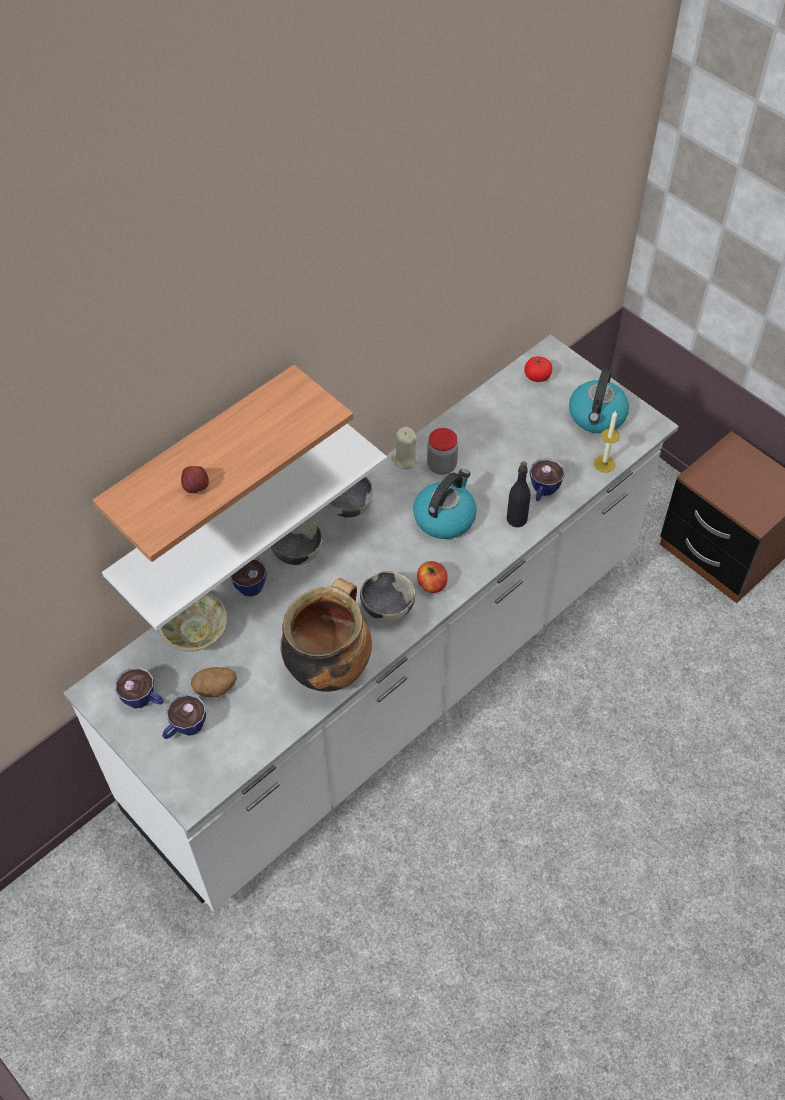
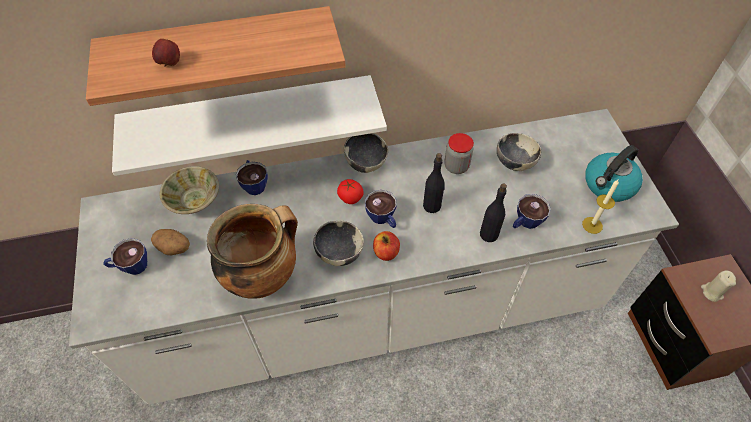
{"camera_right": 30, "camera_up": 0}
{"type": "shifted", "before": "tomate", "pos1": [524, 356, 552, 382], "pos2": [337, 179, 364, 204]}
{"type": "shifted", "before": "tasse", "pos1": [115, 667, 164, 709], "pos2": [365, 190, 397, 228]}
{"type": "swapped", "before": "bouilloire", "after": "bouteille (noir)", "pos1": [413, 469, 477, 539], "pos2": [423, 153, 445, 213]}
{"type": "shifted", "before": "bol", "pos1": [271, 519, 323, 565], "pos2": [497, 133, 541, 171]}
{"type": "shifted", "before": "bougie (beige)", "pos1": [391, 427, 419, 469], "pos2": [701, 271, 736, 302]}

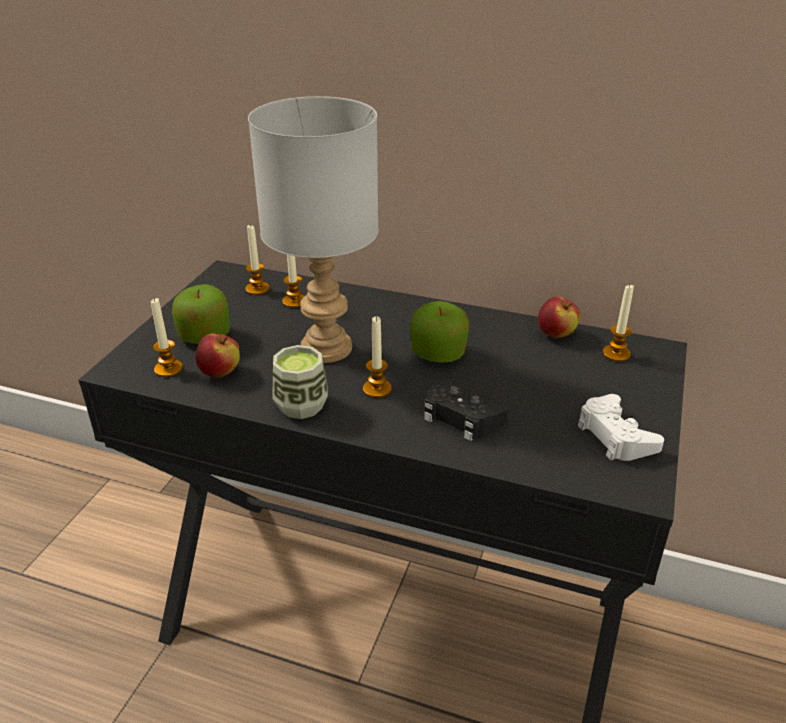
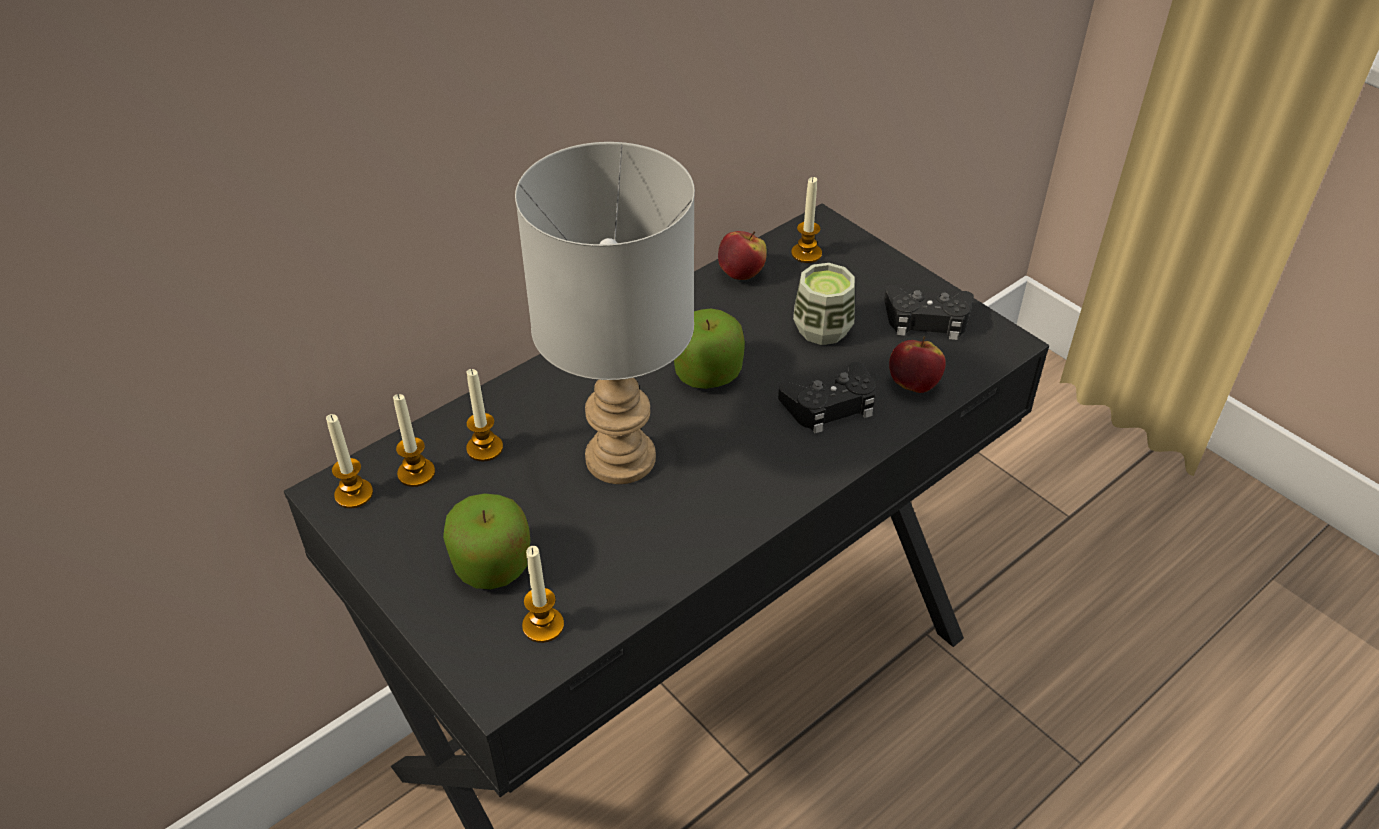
{"camera_right": -60, "camera_up": 10}
{"type": "shifted", "before": "bougie", "pos1": [363, 316, 392, 398], "pos2": [326, 414, 373, 508]}
{"type": "shifted", "before": "tasse", "pos1": [273, 345, 328, 419], "pos2": [793, 263, 855, 345]}
{"type": "repainted", "before": "manette (blanc)", "after": "manette (noir)", "pos1": [577, 394, 664, 461], "pos2": [884, 285, 974, 340]}
{"type": "shifted", "before": "pomme", "pos1": [195, 333, 240, 378], "pos2": [889, 336, 946, 393]}

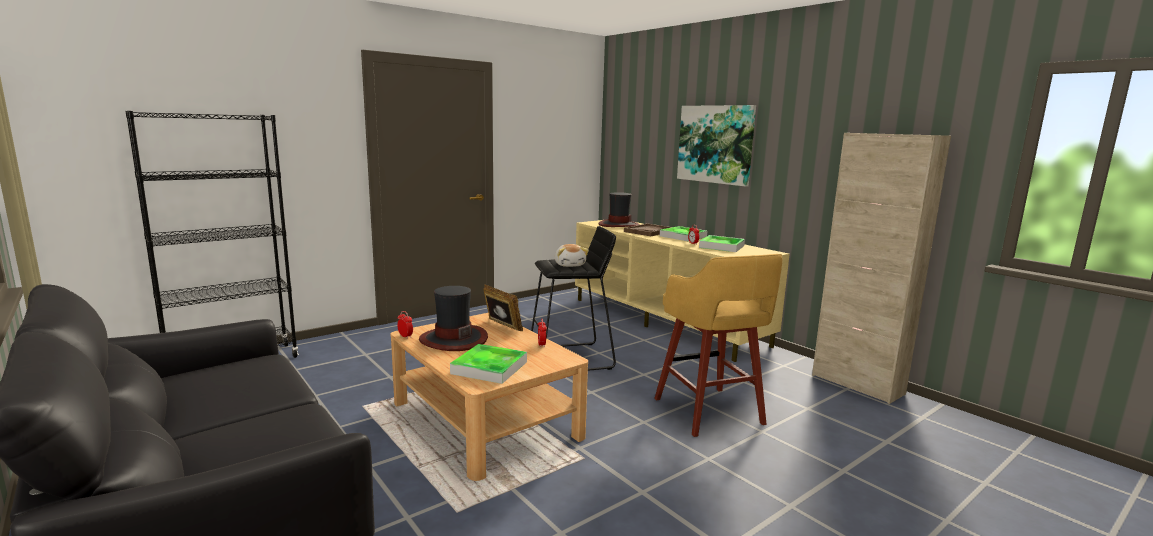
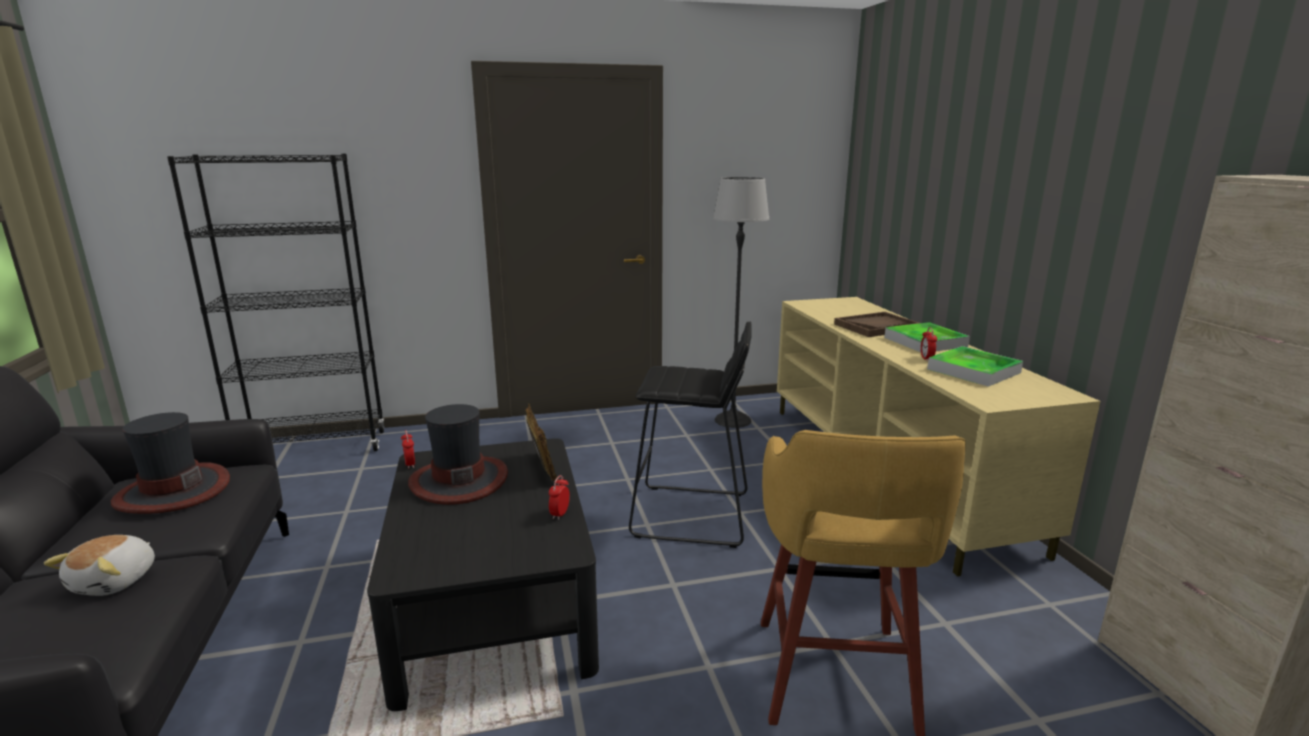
{"camera_right": 25, "camera_up": 5}
{"type": "shifted", "before": "peluche", "pos1": [555, 244, 589, 267], "pos2": [44, 535, 155, 596]}
{"type": "shifted", "before": "chapeau", "pos1": [599, 192, 640, 227], "pos2": [111, 412, 230, 514]}
{"type": "repainted", "before": "table basse (beige)", "after": "table basse (noir)", "pos1": [391, 313, 588, 481], "pos2": [367, 438, 599, 711]}
{"type": "new", "after": "lampadaire", "pos2": [713, 177, 769, 428]}
{"type": "gone", "before": "plateau", "pos1": [450, 344, 527, 384]}
{"type": "gone", "before": "tableau", "pos1": [677, 105, 756, 187]}

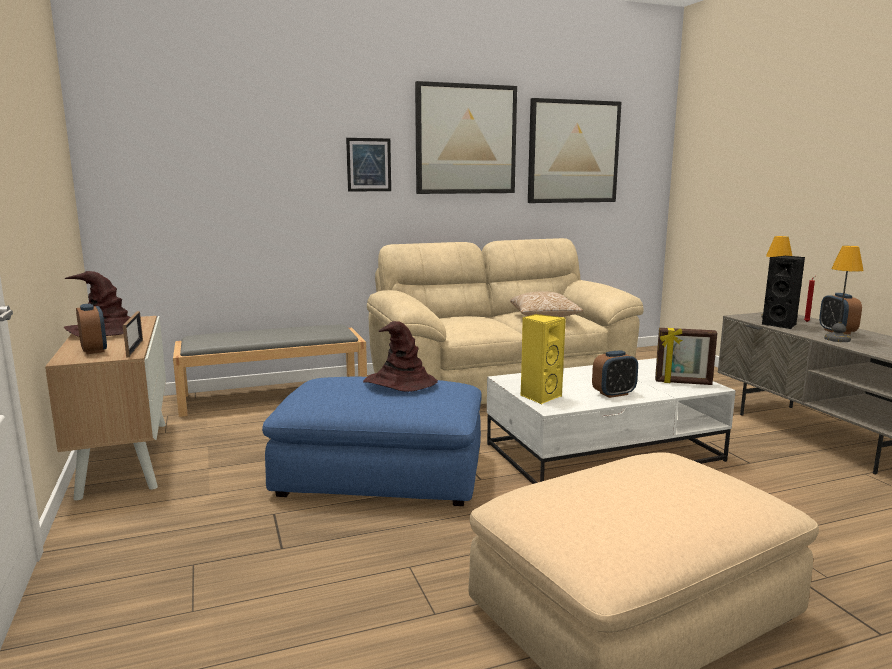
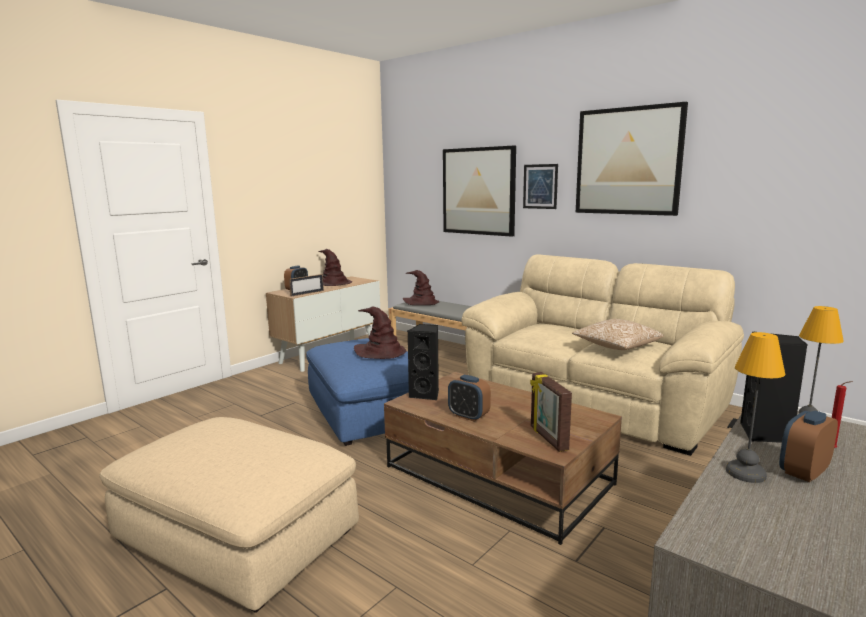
{"camera_right": 60, "camera_up": 0}
{"type": "repainted", "before": "table basse (blanc)", "after": "table basse (marron)", "pos1": [487, 358, 736, 484], "pos2": [384, 372, 622, 545]}
{"type": "new", "after": "chapeau (marron)", "pos2": [403, 270, 440, 305]}
{"type": "repainted", "before": "enceinte (jaune)", "after": "enceinte (noir)", "pos1": [521, 314, 566, 404], "pos2": [407, 324, 439, 400]}
{"type": "shifted", "before": "tableau", "pos1": [528, 98, 622, 203], "pos2": [443, 146, 516, 237]}

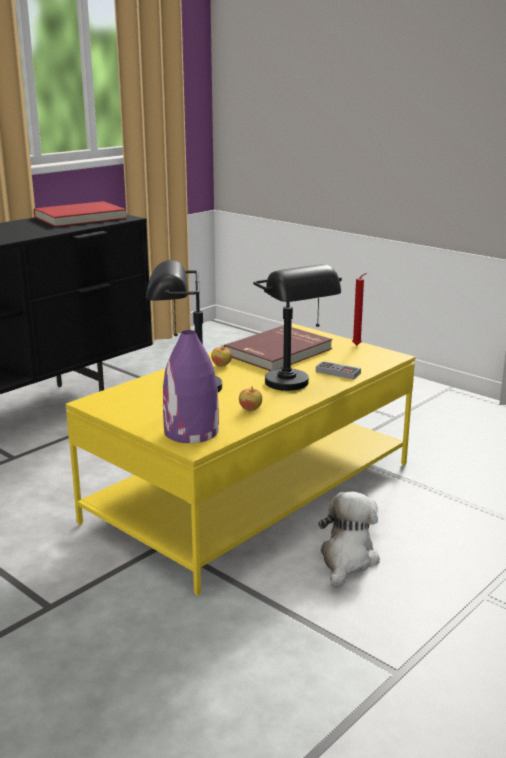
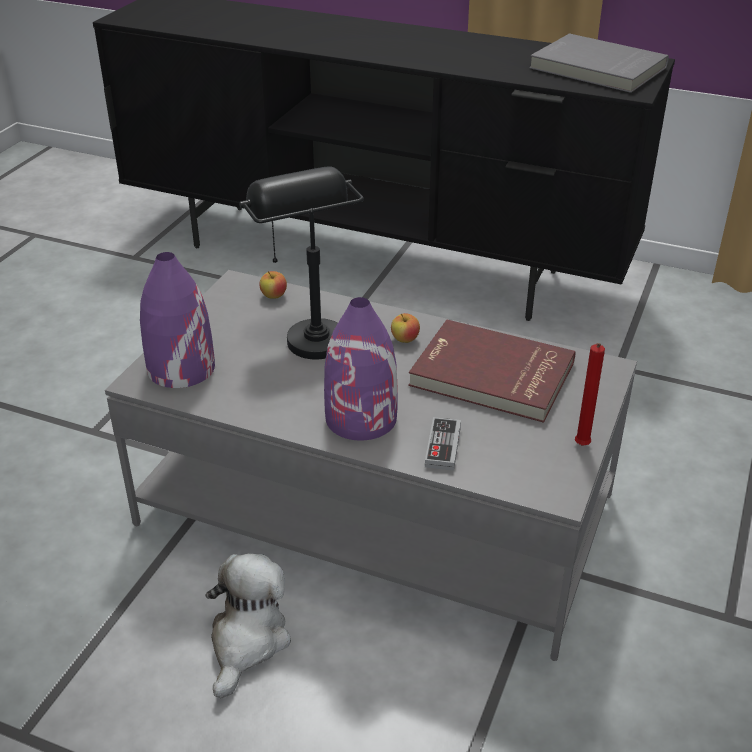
{"camera_right": 70, "camera_up": 15}
{"type": "repainted", "before": "table basse (jaune)", "after": "table basse (gris)", "pos1": [66, 323, 415, 596], "pos2": [105, 270, 637, 661]}
{"type": "rotated", "before": "peluche", "pos1": [318, 492, 380, 588], "pos2": [205, 554, 291, 698], "turn": -75}
{"type": "shifted", "before": "pomme", "pos1": [239, 387, 262, 411], "pos2": [259, 271, 287, 299]}
{"type": "swapped", "before": "lampe de table (noir)", "after": "vase (violet)", "pos1": [253, 264, 342, 391], "pos2": [324, 297, 398, 441]}
{"type": "repainted", "before": "livre (rouge)", "after": "livre (gris)", "pos1": [34, 201, 127, 227], "pos2": [530, 33, 669, 93]}

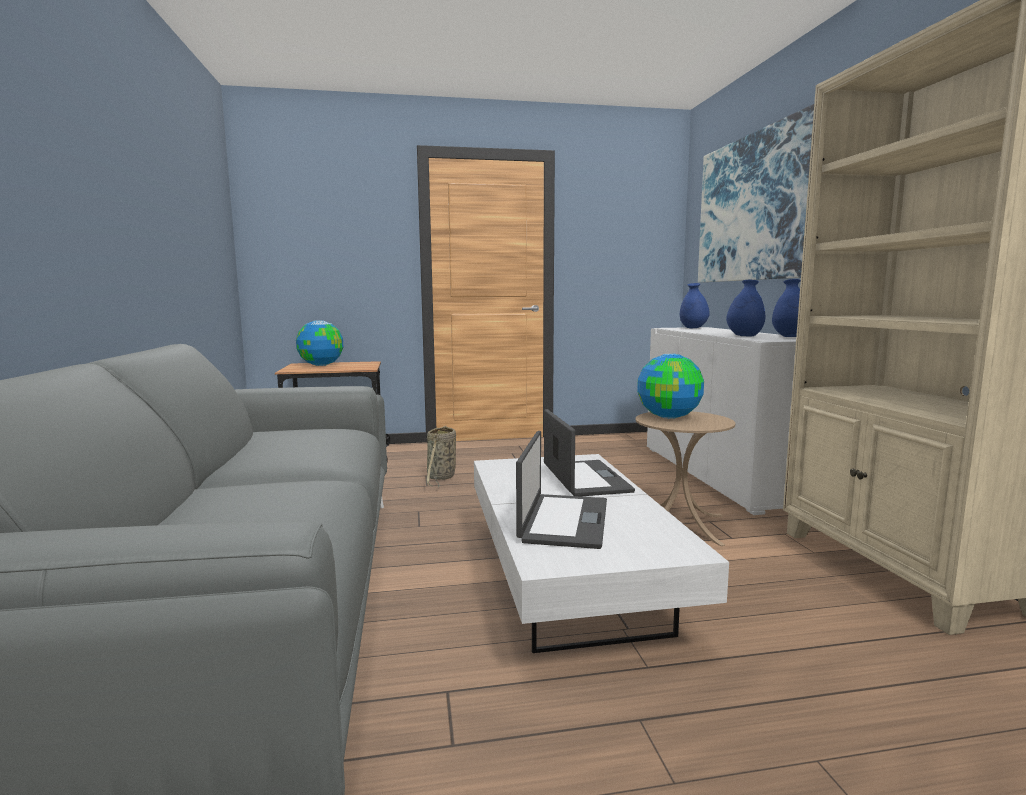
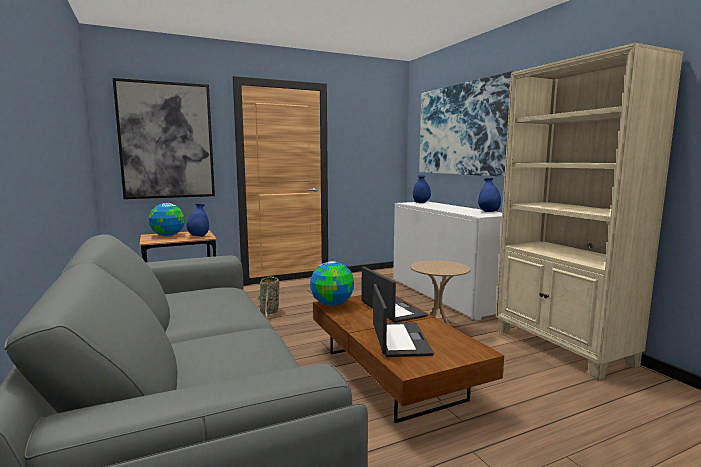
{"camera_right": -15, "camera_up": 0}
{"type": "new", "after": "tableau", "pos2": [113, 78, 215, 199]}
{"type": "shifted", "before": "vase (bleu)", "pos1": [726, 280, 765, 337], "pos2": [186, 204, 209, 237]}
{"type": "shifted", "before": "globe", "pos1": [637, 354, 704, 419], "pos2": [310, 261, 354, 306]}
{"type": "repainted", "before": "table basse (blanc)", "after": "table basse (marron)", "pos1": [474, 454, 729, 653], "pos2": [313, 295, 504, 423]}

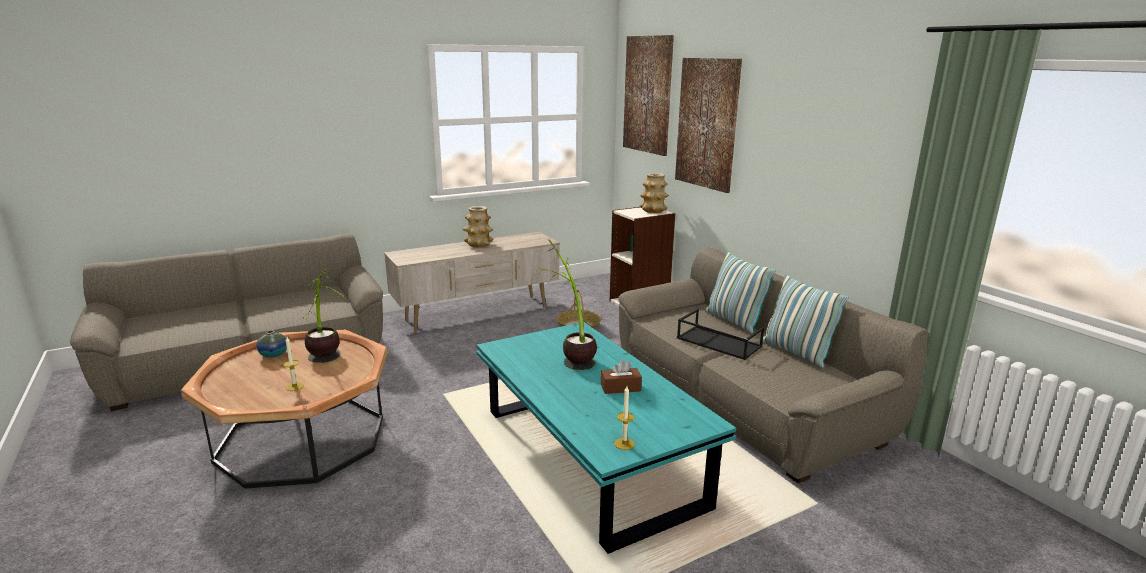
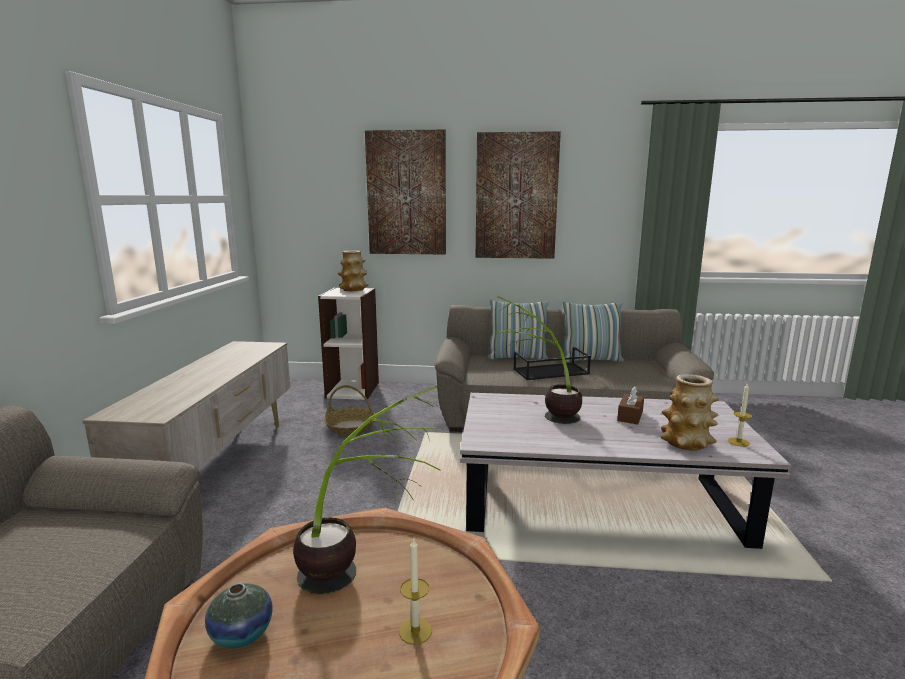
{"camera_right": -55, "camera_up": -5}
{"type": "repainted", "before": "table basse (turquoise)", "after": "table basse (blanc)", "pos1": [476, 322, 736, 554], "pos2": [460, 393, 792, 549]}
{"type": "shifted", "before": "tableau", "pos1": [623, 35, 674, 156], "pos2": [476, 131, 561, 259]}
{"type": "shifted", "before": "vase", "pos1": [463, 206, 493, 247], "pos2": [660, 374, 719, 451]}

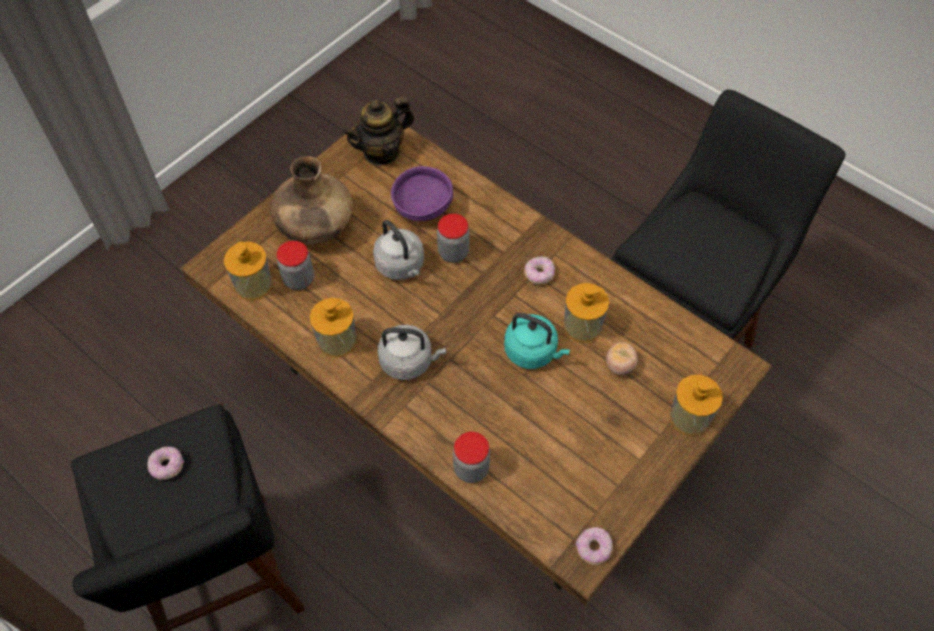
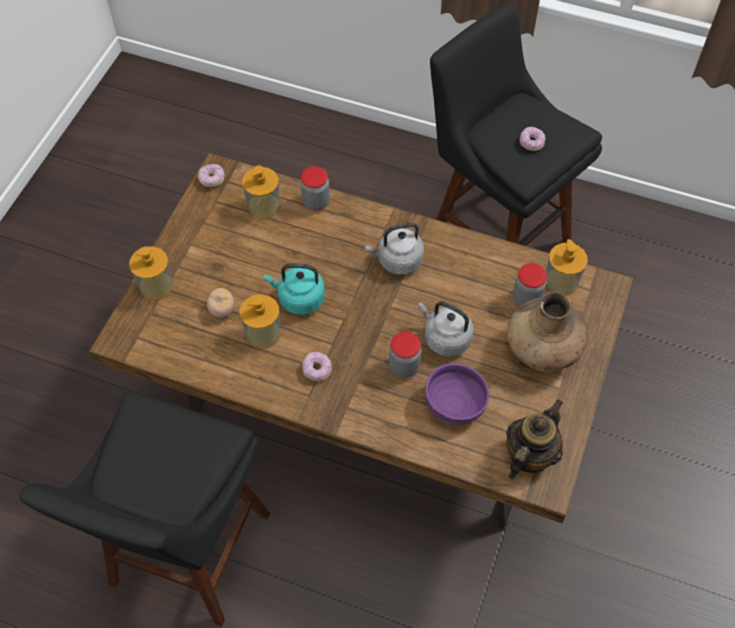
{"camera_right": 160, "camera_up": 0}
{"type": "shifted", "before": "distributeur de savon", "pos1": [310, 298, 356, 358], "pos2": [242, 165, 280, 219]}

